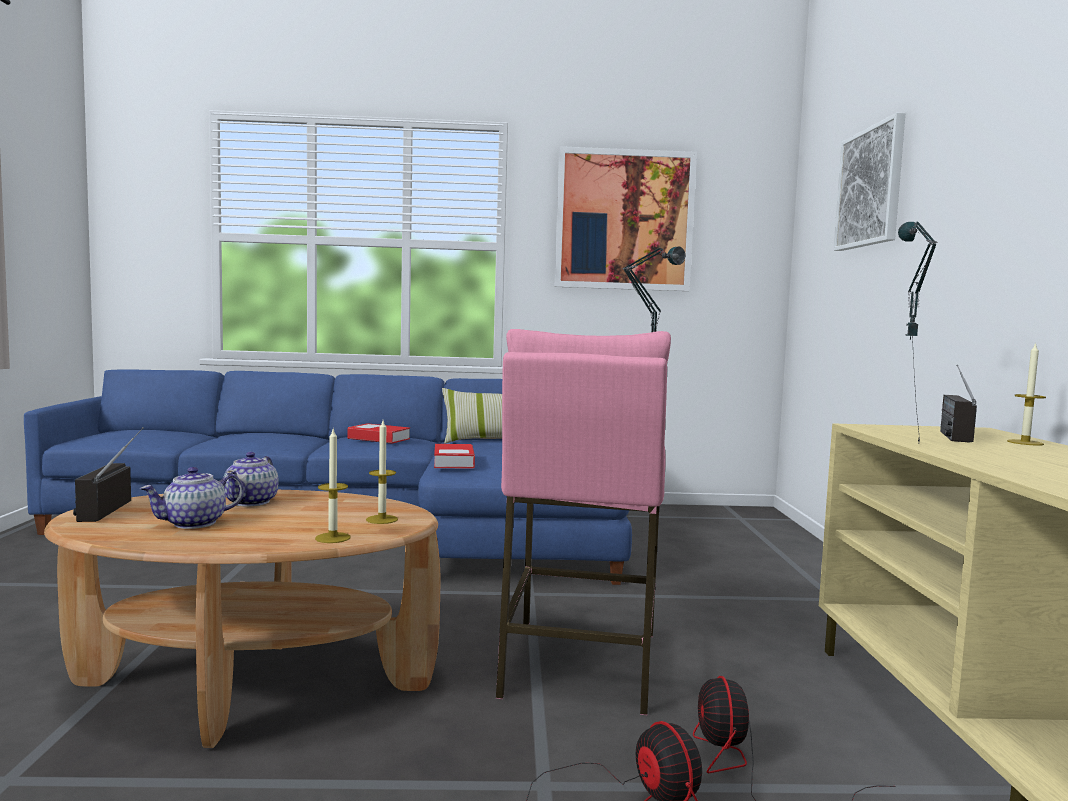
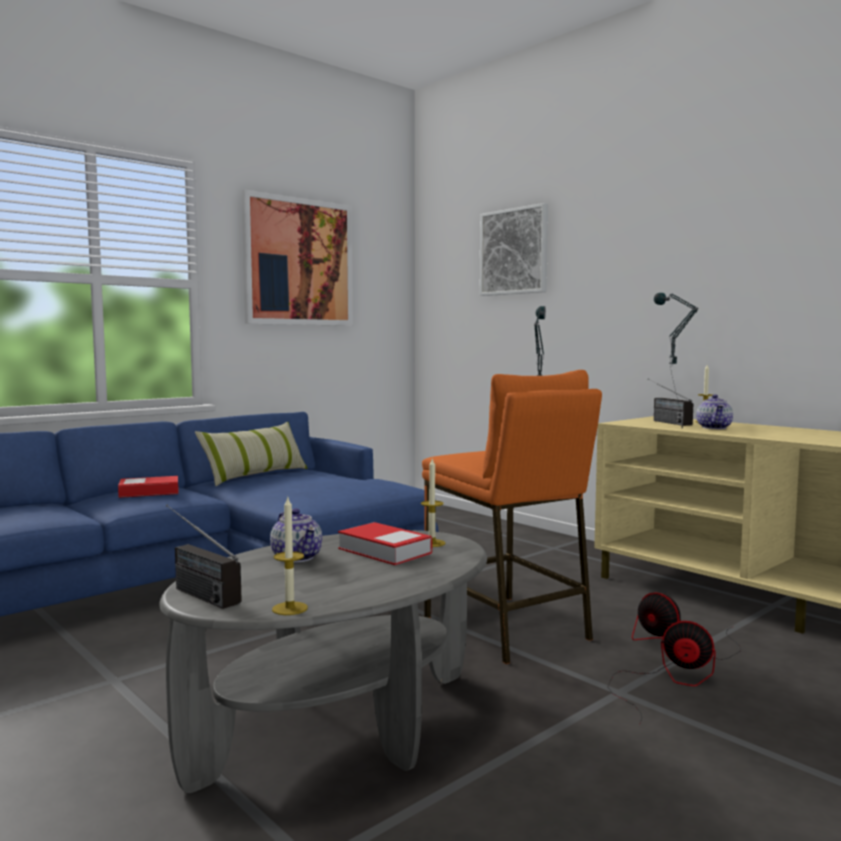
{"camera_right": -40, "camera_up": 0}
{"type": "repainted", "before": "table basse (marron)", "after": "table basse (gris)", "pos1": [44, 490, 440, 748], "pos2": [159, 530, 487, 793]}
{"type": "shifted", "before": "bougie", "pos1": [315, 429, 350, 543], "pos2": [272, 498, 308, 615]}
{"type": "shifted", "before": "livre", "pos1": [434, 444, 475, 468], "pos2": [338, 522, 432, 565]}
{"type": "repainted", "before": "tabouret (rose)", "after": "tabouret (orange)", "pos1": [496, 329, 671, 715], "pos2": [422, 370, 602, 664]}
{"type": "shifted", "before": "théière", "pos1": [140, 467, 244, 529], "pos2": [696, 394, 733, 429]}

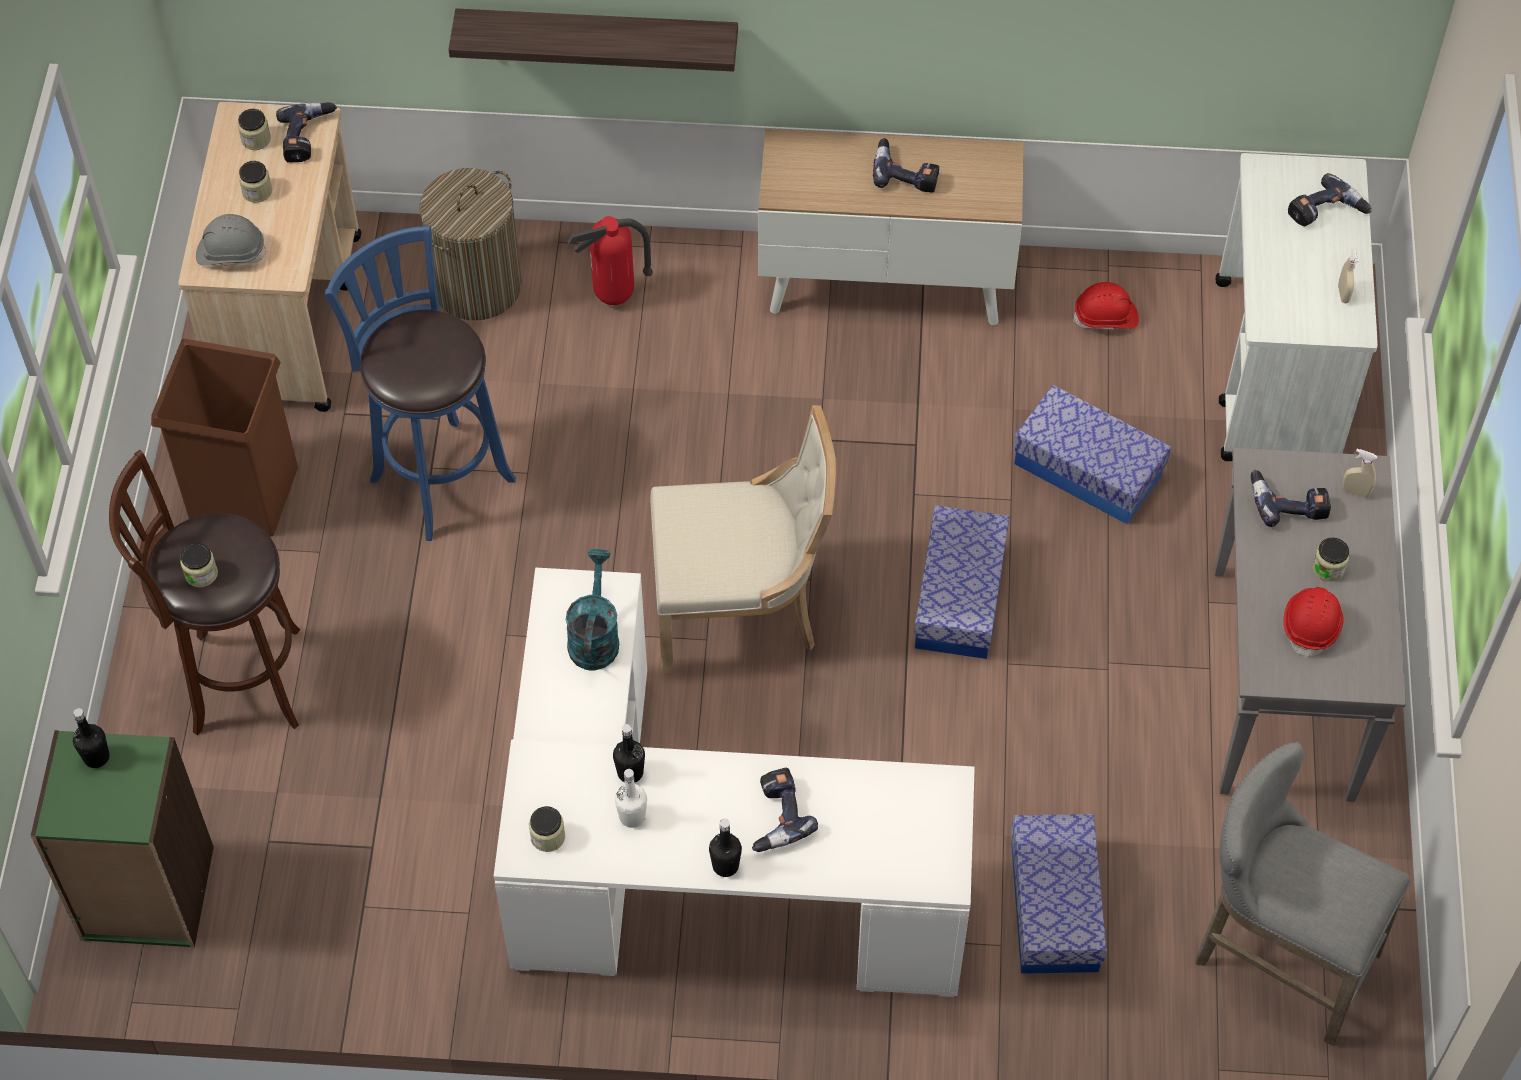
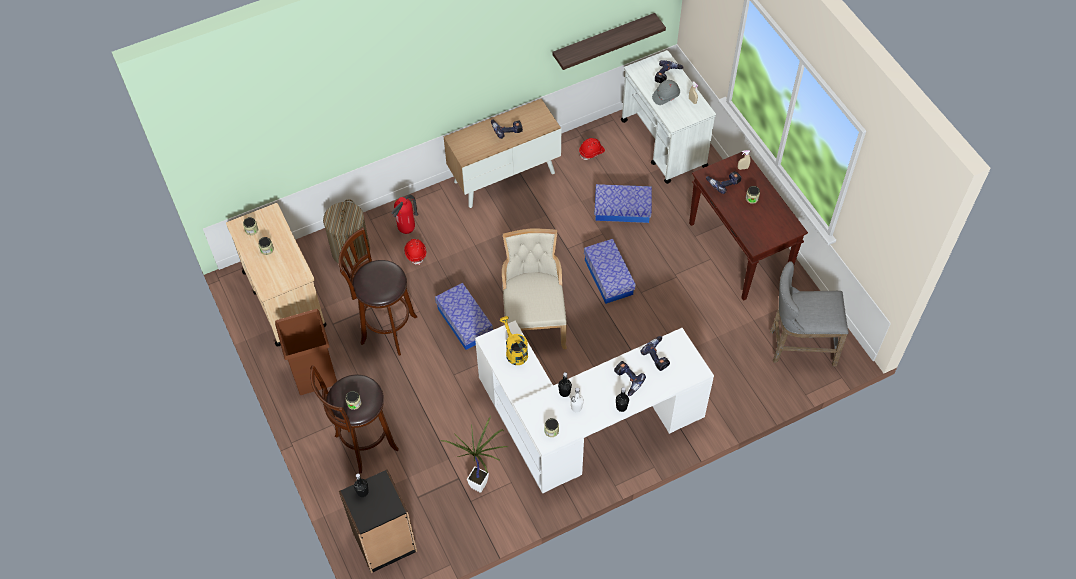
{"camera_right": -30, "camera_up": 0}
{"type": "repainted", "before": "tabouret (bleu)", "after": "tabouret (marron)", "pos1": [325, 225, 516, 541], "pos2": [339, 227, 417, 356]}
{"type": "repainted", "before": "bibliothèque (vert)", "after": "bibliothèque (noir)", "pos1": [31, 730, 214, 948], "pos2": [339, 469, 417, 573]}
{"type": "shifted", "before": "casque de chantier (rouge)", "pos1": [1284, 587, 1344, 659], "pos2": [404, 239, 426, 265]}
{"type": "shifted", "before": "boîte de rangement", "pos1": [1011, 814, 1107, 974], "pos2": [435, 283, 493, 350]}
{"type": "new", "after": "plante en pot", "pos2": [441, 416, 508, 493]}
{"type": "repainted", "before": "arrosoir (turquoise)", "after": "arrosoir (jaune)", "pos1": [566, 549, 619, 671], "pos2": [500, 316, 528, 365]}
{"type": "rotated", "before": "chaise (beige)", "pos1": [650, 405, 836, 674], "pos2": [502, 228, 567, 349], "turn": -60}
{"type": "shifted", "before": "étagère", "pos1": [448, 8, 738, 72], "pos2": [553, 13, 666, 70]}
{"type": "shifted", "before": "perceuse", "pos1": [276, 103, 337, 162], "pos2": [640, 336, 670, 371]}
{"type": "shifted", "before": "casque de chantier (gris)", "pos1": [196, 214, 267, 266], "pos2": [652, 80, 680, 105]}
{"type": "repainted", "before": "table console (gris)", "after": "table console (marron)", "pos1": [1214, 448, 1406, 802], "pos2": [689, 152, 808, 301]}

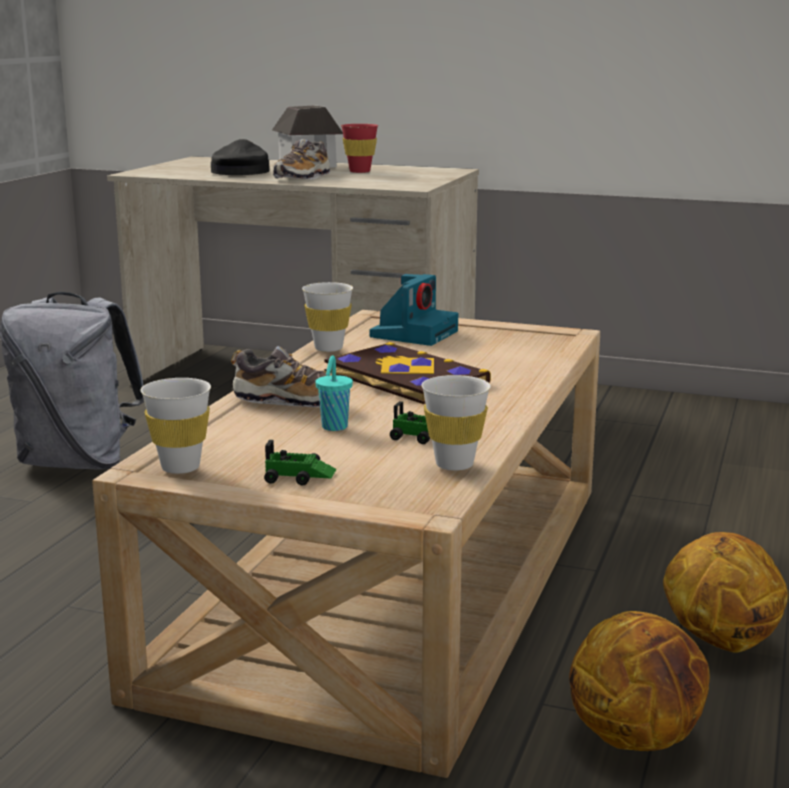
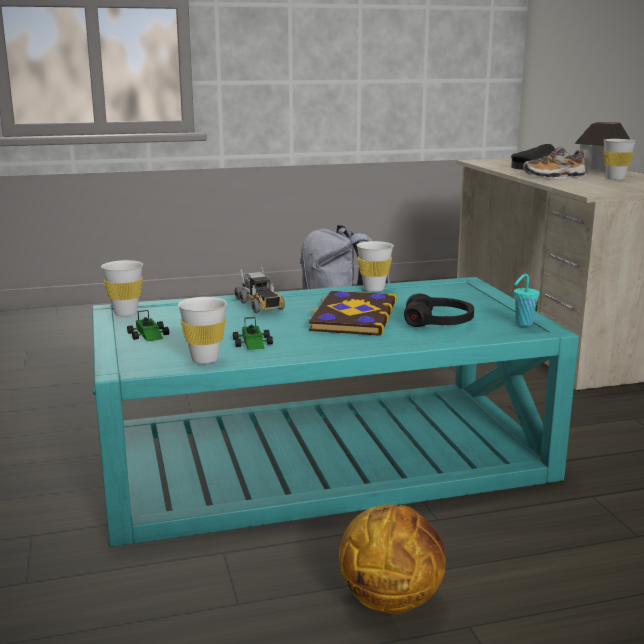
{"camera_right": 55, "camera_up": 0}
{"type": "repainted", "before": "table basse (beige)", "after": "table basse (turquoise)", "pos1": [92, 310, 600, 778], "pos2": [92, 277, 579, 547]}
{"type": "swapped", "before": "chaussure", "after": "camion jouet", "pos1": [231, 346, 332, 408], "pos2": [235, 267, 285, 313]}
{"type": "new", "after": "casque audio (noir)", "pos2": [404, 294, 474, 327]}
{"type": "shifted", "before": "tasse (turquoise)", "pos1": [315, 356, 353, 431], "pos2": [514, 274, 540, 326]}
{"type": "repainted", "before": "tasse (rouge)", "after": "tasse (blanc)", "pos1": [341, 124, 378, 173], "pos2": [603, 139, 636, 180]}
{"type": "gone", "before": "appareil photo", "pos1": [370, 274, 458, 346]}
{"type": "gone", "before": "ballon de basket", "pos1": [569, 611, 710, 751]}

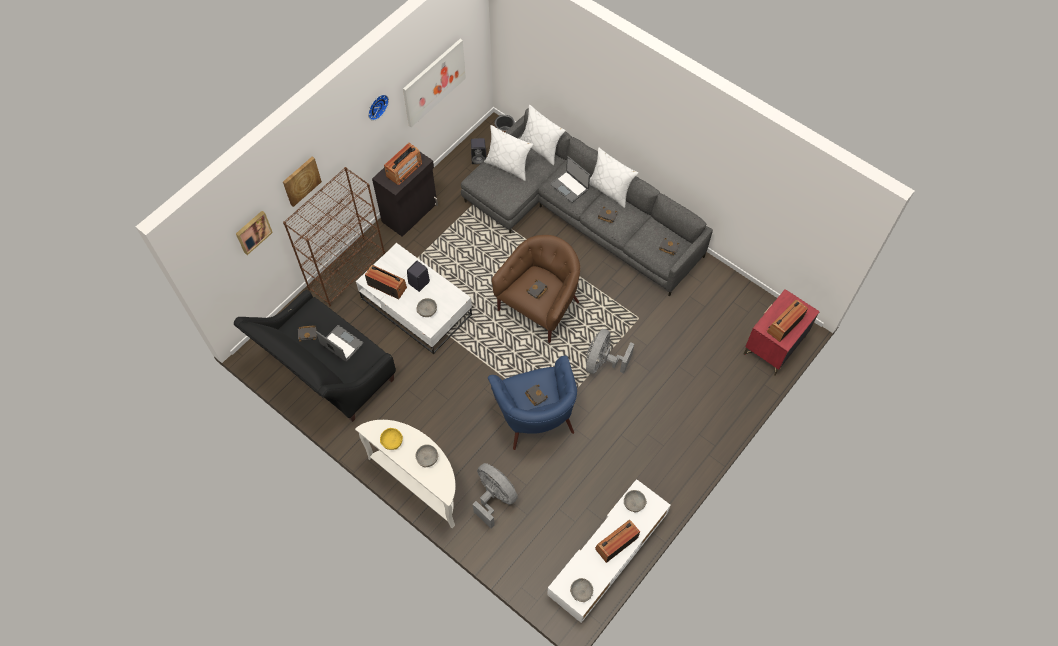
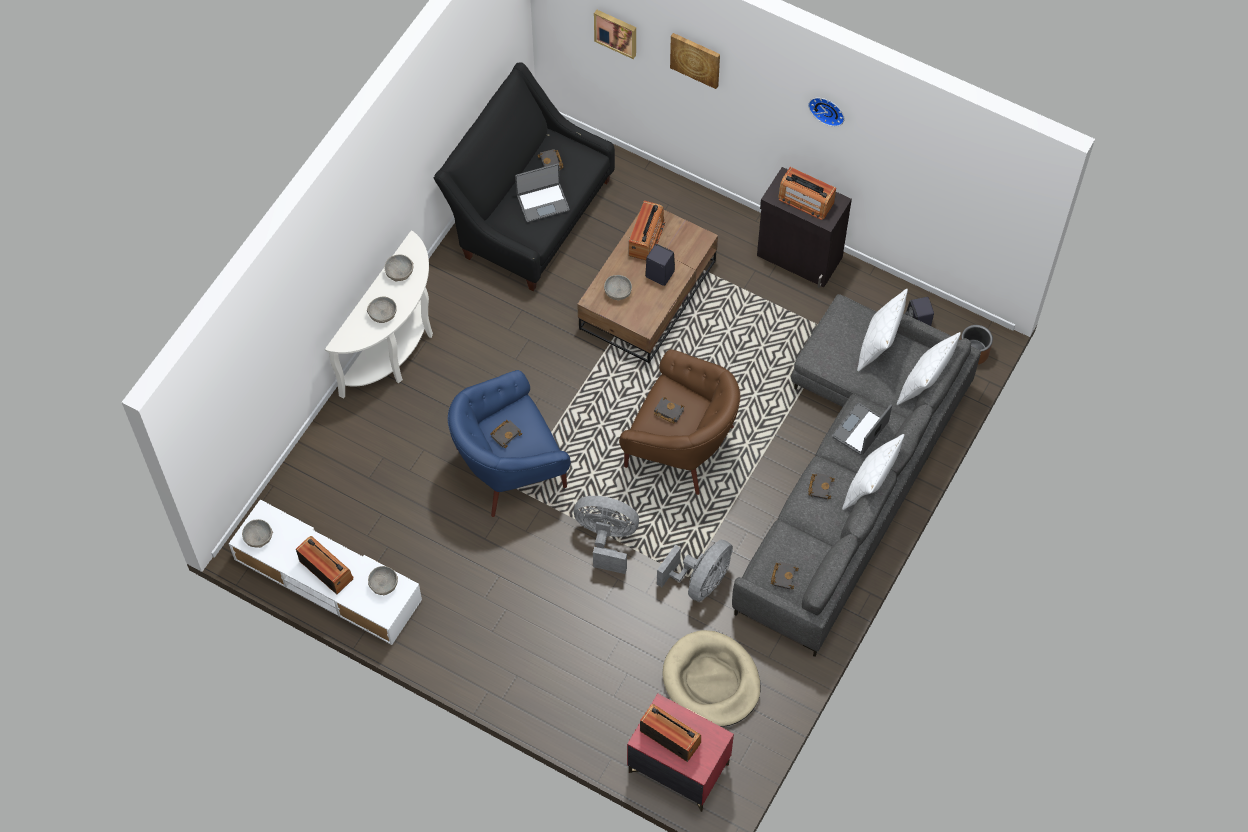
{"camera_right": 80, "camera_up": 0}
{"type": "repainted", "before": "bol (jaune)", "after": "bol (gris)", "pos1": [380, 428, 403, 450], "pos2": [385, 254, 414, 282]}
{"type": "rotated", "before": "ordinateur portable", "pos1": [316, 325, 363, 361], "pos2": [515, 163, 570, 222], "turn": 45}
{"type": "repainted", "before": "table basse (blanc)", "after": "table basse (marron)", "pos1": [356, 243, 472, 355], "pos2": [577, 209, 718, 363]}
{"type": "shifted", "before": "ventilateur (gris)", "pos1": [473, 463, 518, 529], "pos2": [657, 540, 733, 602]}
{"type": "new", "after": "panier pour chien (beige)", "pos2": [662, 630, 761, 727]}
{"type": "gone", "before": "bibliothèque (marron)", "pos1": [283, 167, 385, 306]}
{"type": "gone", "before": "tableau", "pos1": [403, 39, 466, 127]}

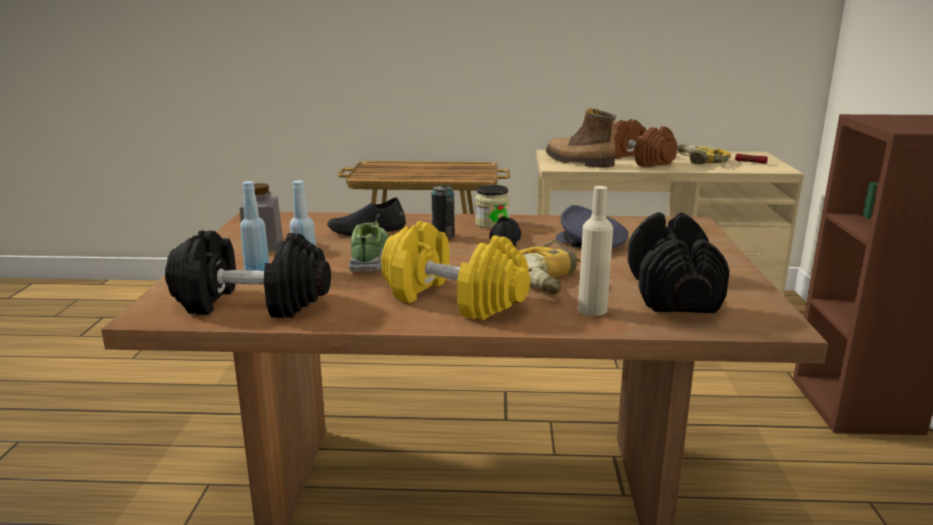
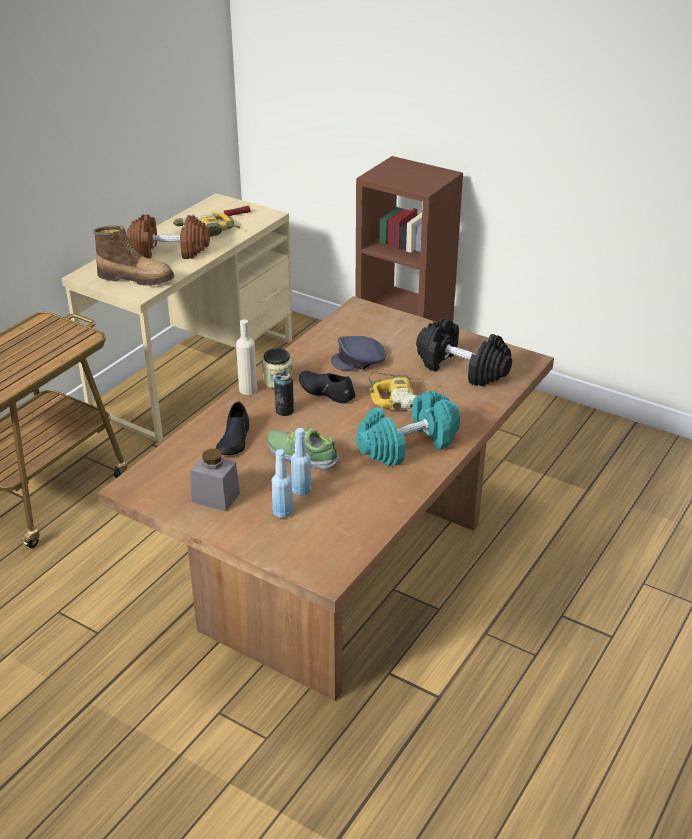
{"camera_right": -60, "camera_up": 15}
{"type": "rotated", "before": "botte", "pos1": [546, 108, 616, 168], "pos2": [93, 225, 174, 286], "turn": -150}
{"type": "shifted", "before": "bouteille (beige)", "pos1": [578, 186, 613, 316], "pos2": [236, 319, 257, 395]}
{"type": "repainted", "before": "haltère (jaune)", "after": "haltère (turquoise)", "pos1": [381, 221, 530, 320], "pos2": [356, 391, 460, 466]}
{"type": "gone", "before": "haltère (noir)", "pos1": [165, 230, 331, 318]}

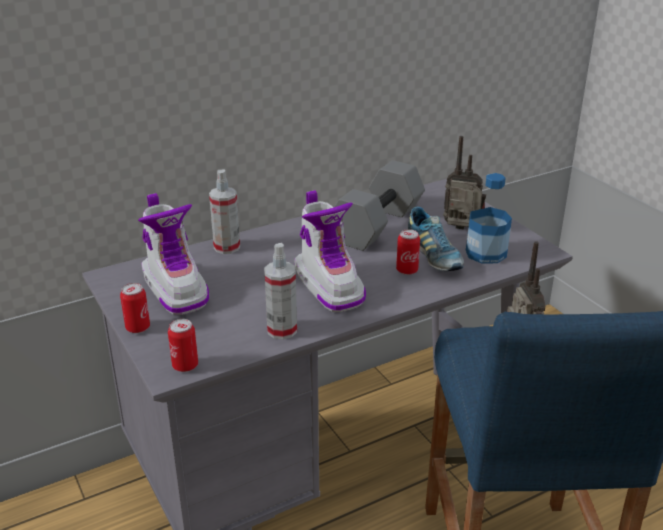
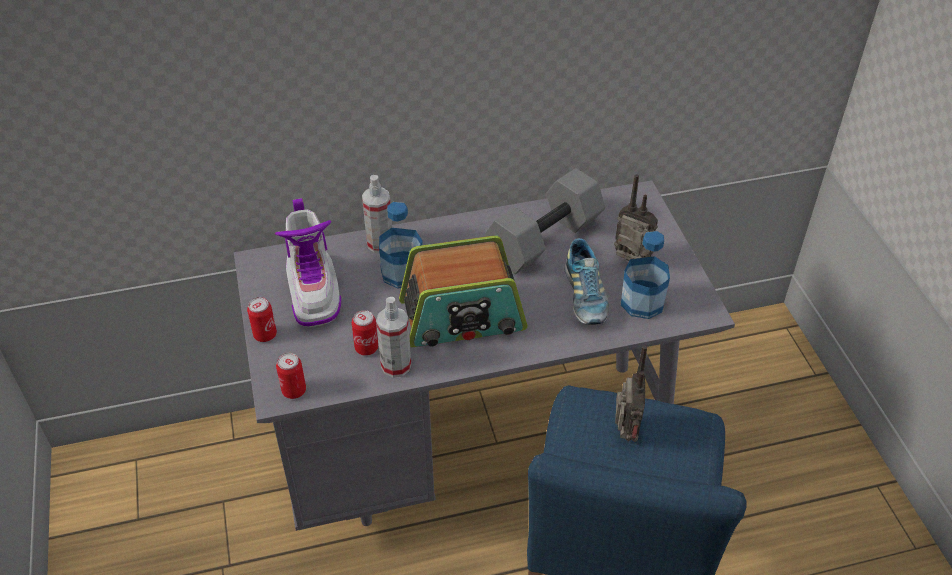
{"camera_right": 15, "camera_up": 15}
{"type": "shifted", "before": "boîte métallique", "pos1": [396, 229, 420, 275], "pos2": [352, 310, 378, 356]}
{"type": "new", "after": "bouteille", "pos2": [379, 202, 423, 289]}
{"type": "swapped", "before": "botte", "after": "radio", "pos1": [294, 190, 366, 312], "pos2": [399, 235, 527, 347]}

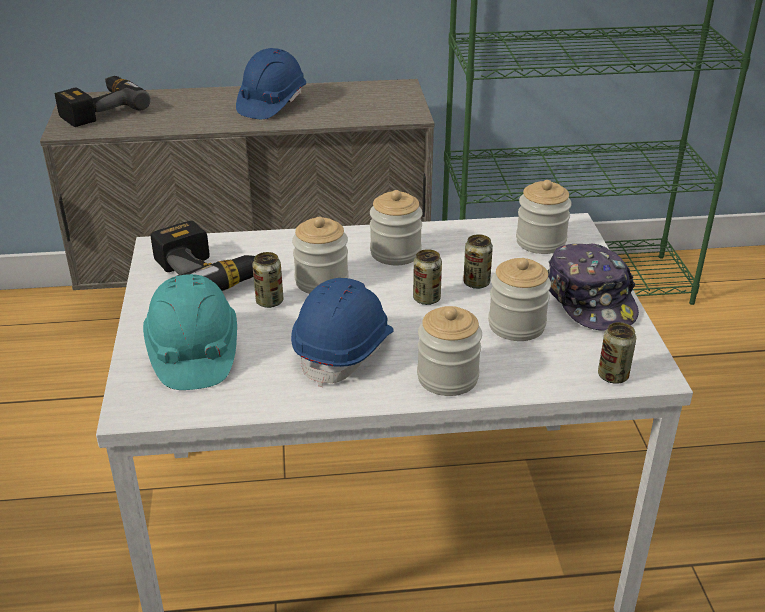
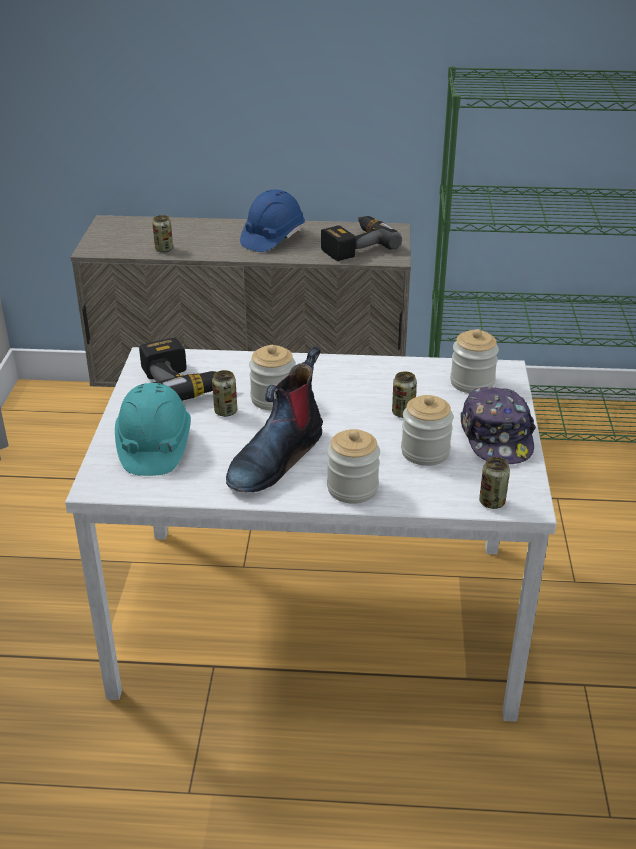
{"camera_right": 10, "camera_up": 0}
{"type": "shifted", "before": "boîte métallique", "pos1": [413, 249, 442, 305], "pos2": [152, 215, 173, 253]}
{"type": "swapped", "before": "casque de chantier (bleu)", "after": "botte", "pos1": [291, 278, 394, 387], "pos2": [226, 346, 323, 492]}
{"type": "shifted", "before": "perceuse", "pos1": [55, 76, 151, 127], "pos2": [321, 216, 402, 261]}
{"type": "gone", "before": "bocal", "pos1": [370, 190, 423, 265]}

